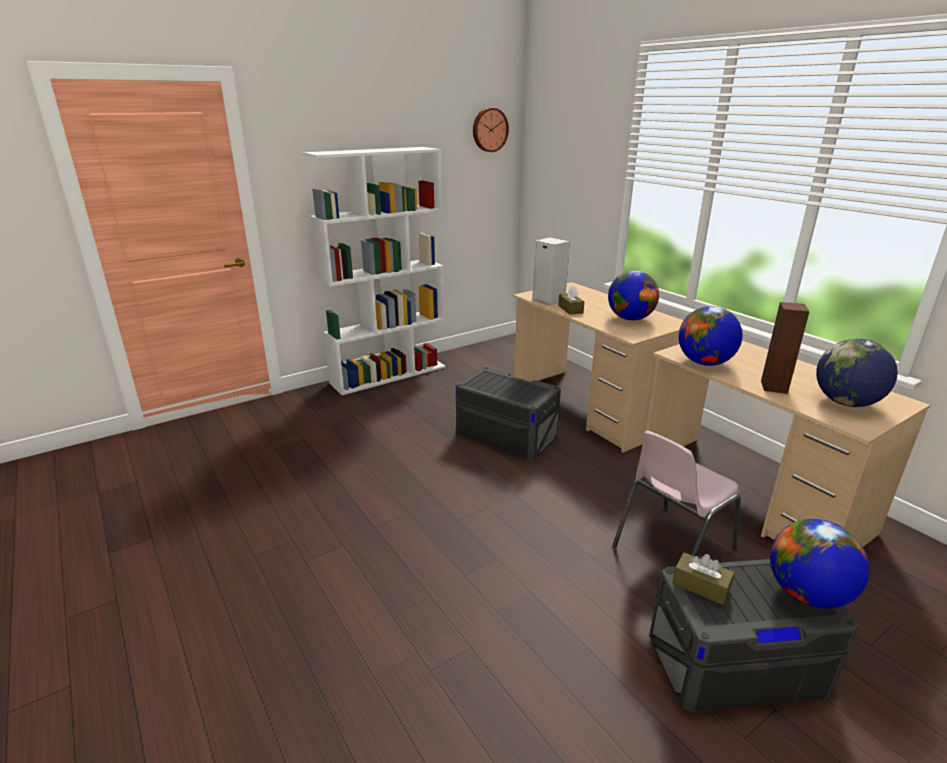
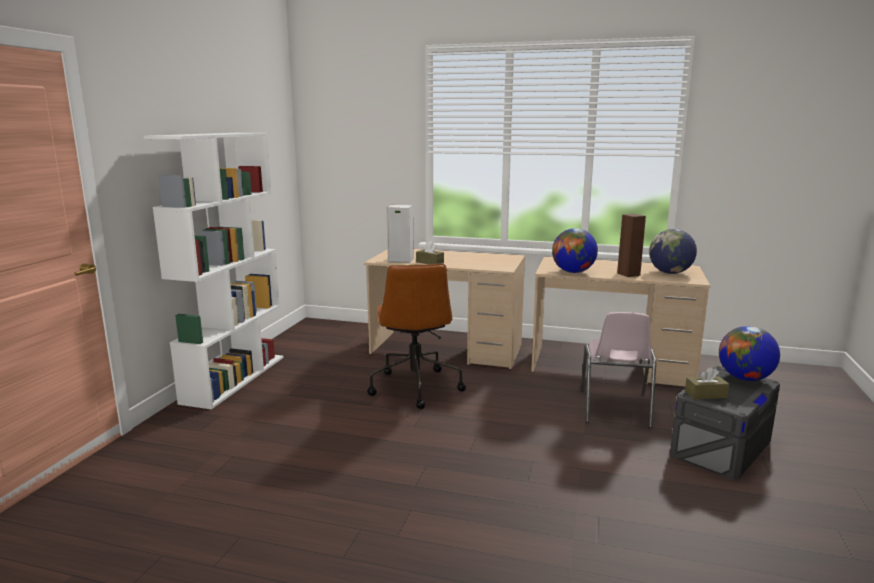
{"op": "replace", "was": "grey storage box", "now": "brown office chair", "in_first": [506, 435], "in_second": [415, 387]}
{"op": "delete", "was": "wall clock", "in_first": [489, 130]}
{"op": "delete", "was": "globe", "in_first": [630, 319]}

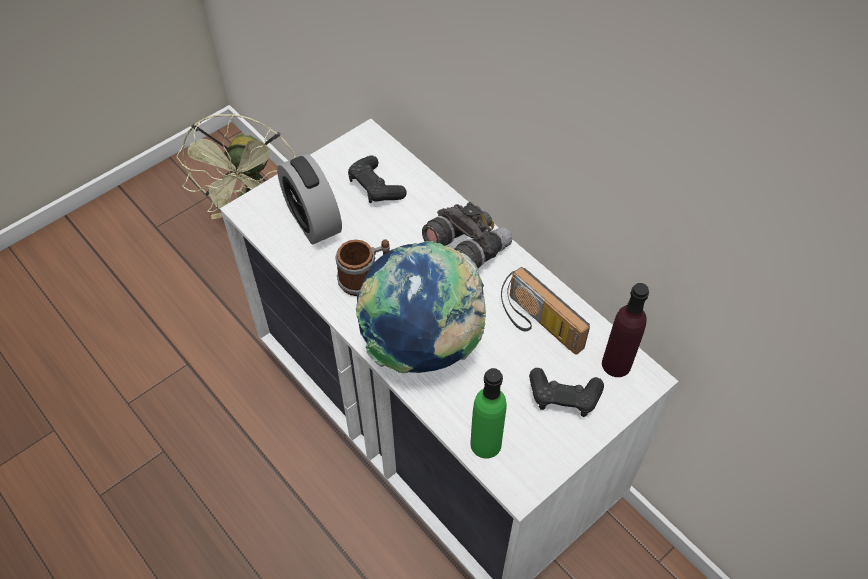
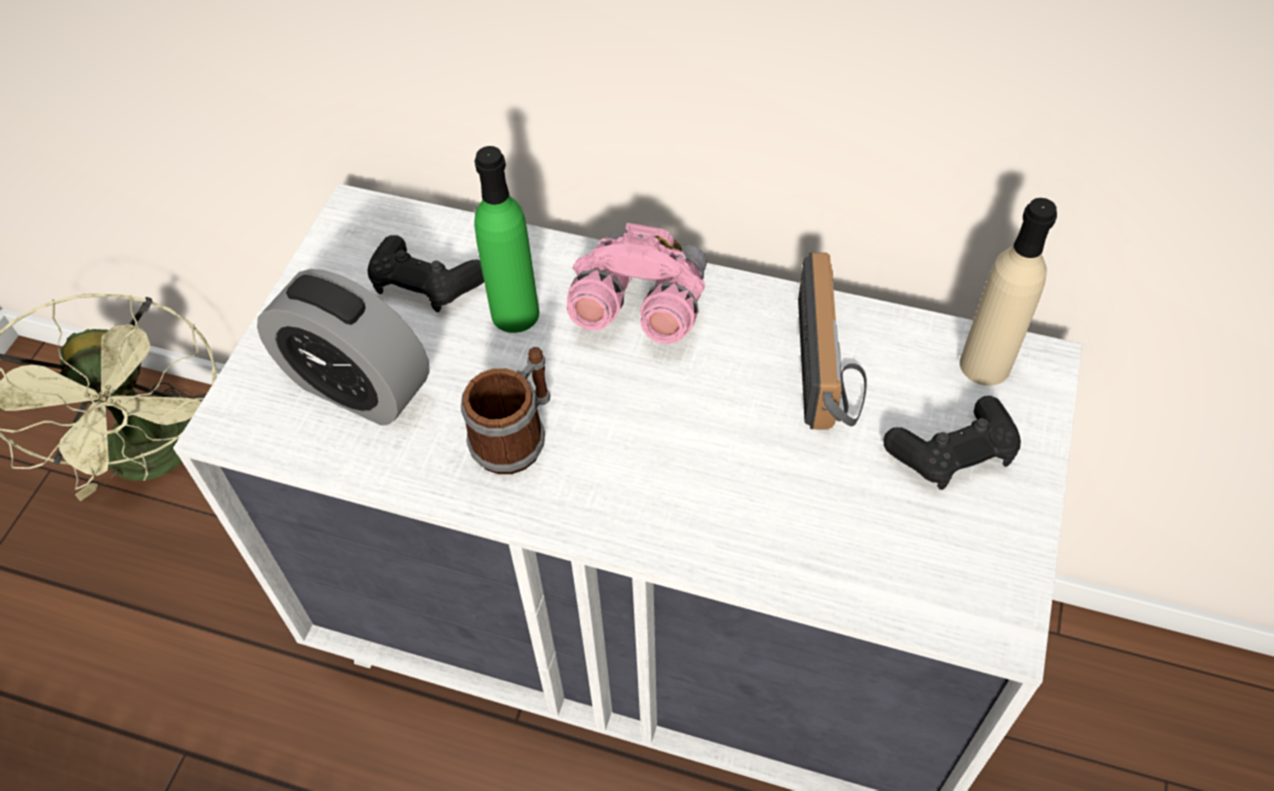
{"op": "move", "was": "green bottle", "in_first": [485, 444], "in_second": [515, 314]}
{"op": "recolor", "was": "grey binoculars", "now": "pink binoculars", "in_first": [465, 248], "in_second": [639, 308]}
{"op": "rotate", "was": "radio", "in_first": [537, 325], "in_second": [832, 367], "clockwise": -105}
{"op": "recolor", "was": "purple bottle", "now": "beige bottle", "in_first": [616, 364], "in_second": [985, 365]}
{"op": "delete", "was": "globe", "in_first": [422, 345]}

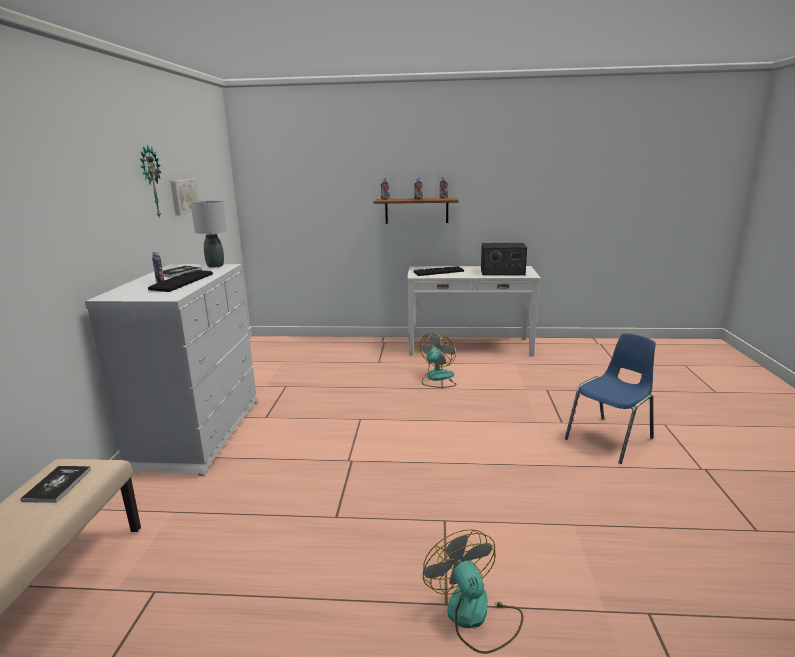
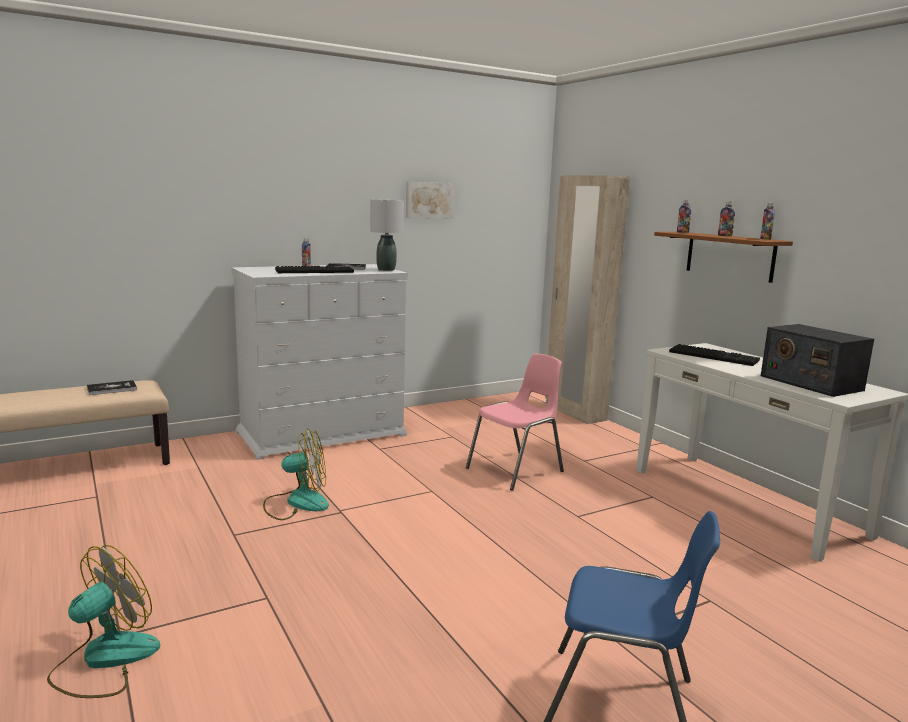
{"op": "move", "was": "fan", "in_first": [437, 378], "in_second": [297, 503]}
{"op": "insert", "now": "pink chair", "in_second": [517, 470]}
{"op": "insert", "now": "beige wardrobe", "in_second": [574, 413]}
{"op": "delete", "was": "wall clock", "in_first": [150, 182]}

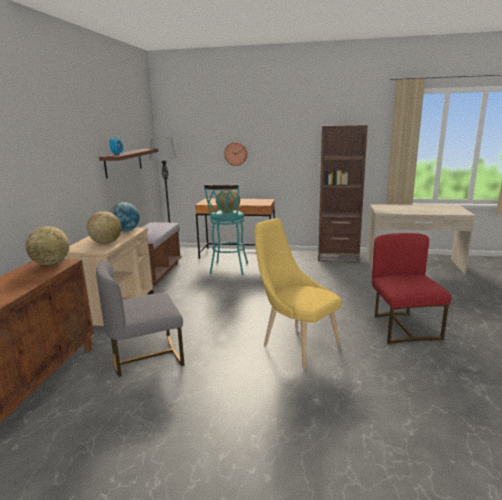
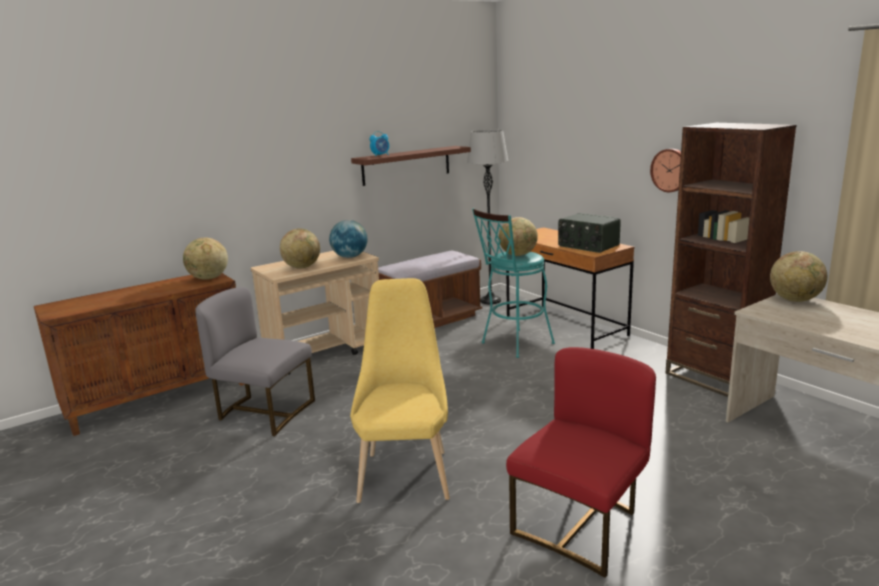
{"op": "insert", "now": "radio", "in_second": [587, 246]}
{"op": "move", "was": "wall clock", "in_first": [236, 153], "in_second": [671, 170]}
{"op": "insert", "now": "globe", "in_second": [795, 300]}

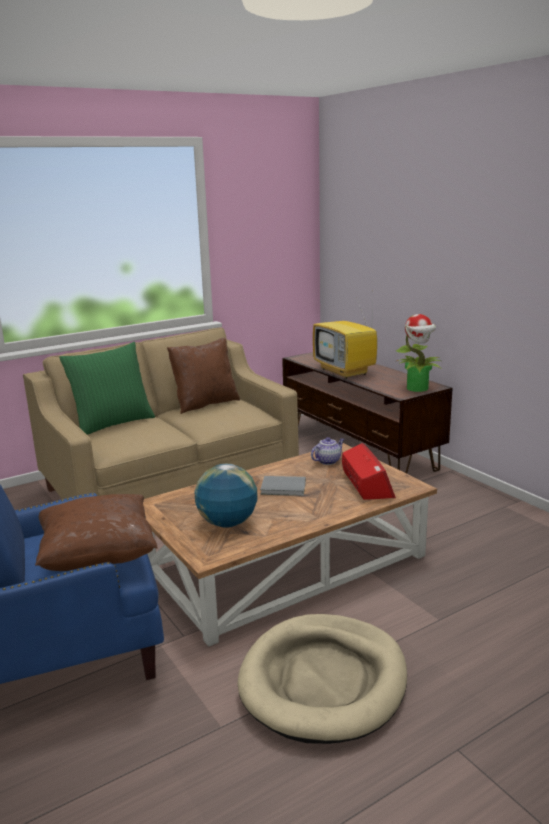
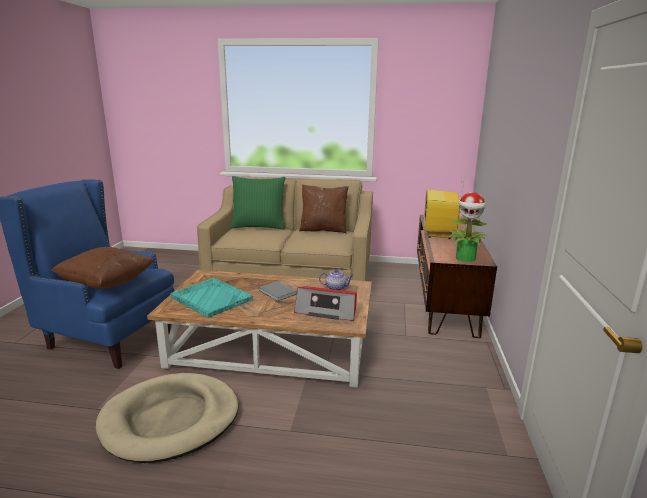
{"op": "replace", "was": "globe", "now": "turquoise tray", "in_first": [227, 523], "in_second": [211, 298]}
{"op": "rotate", "was": "radio", "in_first": [367, 484], "in_second": [327, 311], "clockwise": 75}

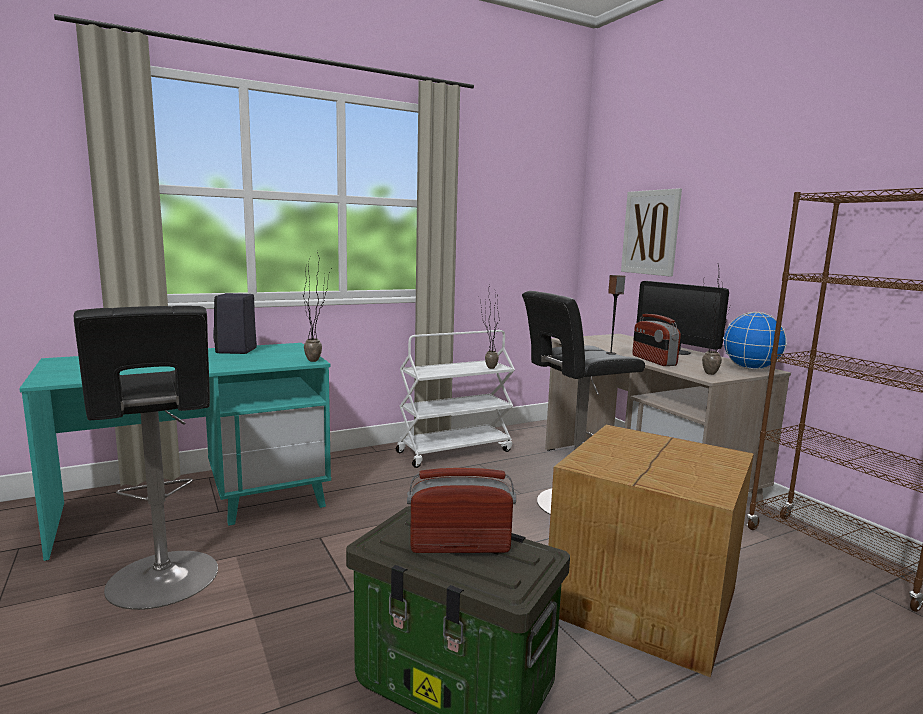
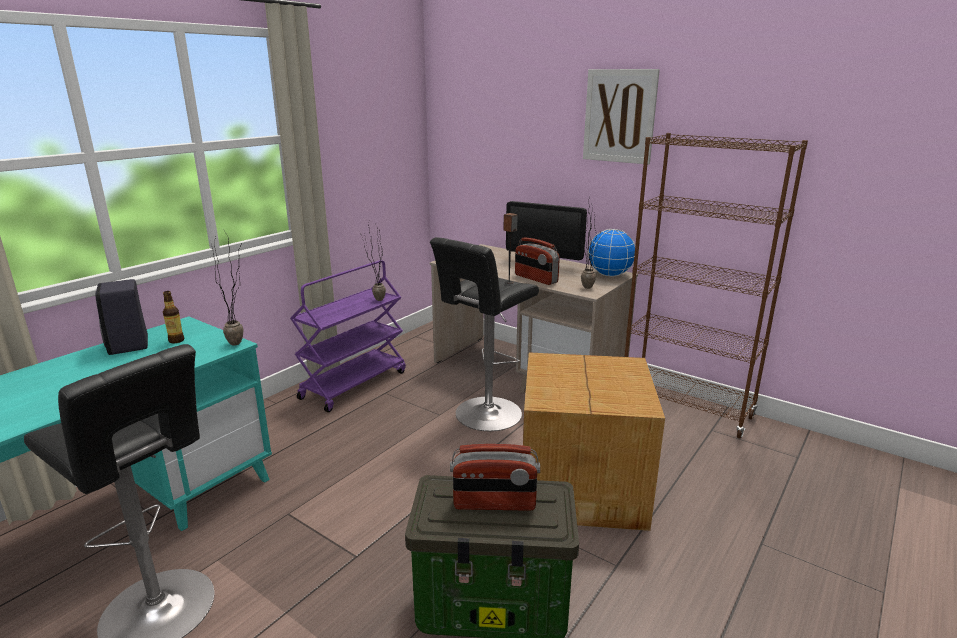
{"op": "insert", "now": "bottle", "in_second": [176, 340]}
{"op": "recolor", "was": "white cart", "now": "purple cart", "in_first": [455, 451], "in_second": [354, 384]}
{"op": "rotate", "was": "radio", "in_first": [460, 546], "in_second": [494, 504], "clockwise": -150}
{"op": "move", "was": "picture", "in_first": [650, 232], "in_second": [619, 116]}

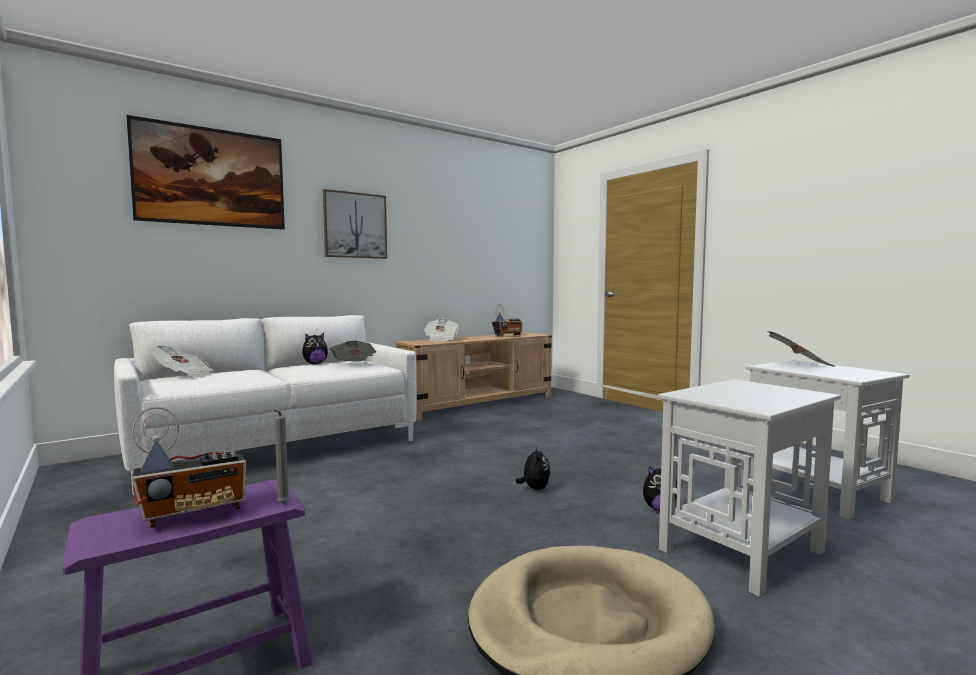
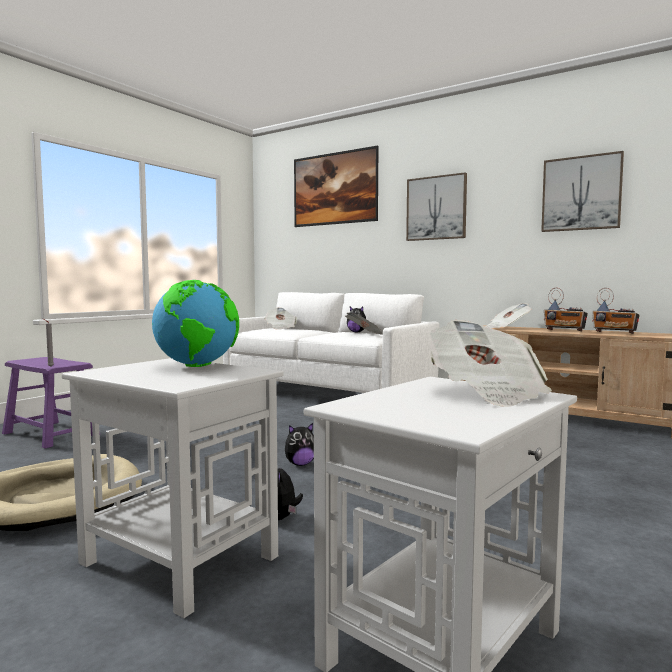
{"op": "insert", "now": "globe", "in_second": [197, 366]}
{"op": "insert", "now": "picture", "in_second": [581, 193]}
{"op": "move", "was": "radio", "in_first": [195, 514], "in_second": [564, 331]}

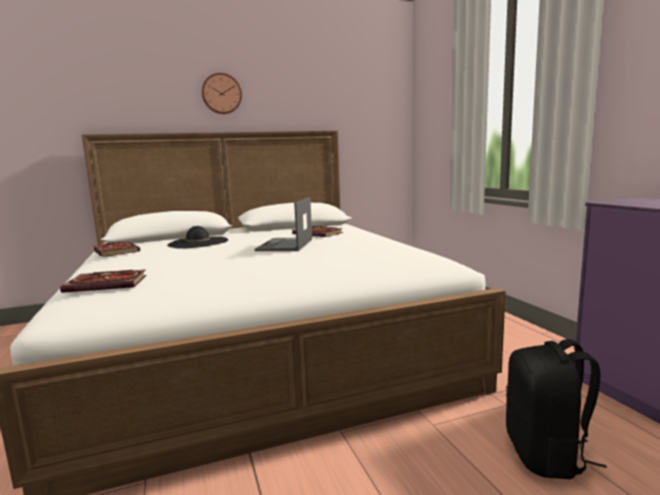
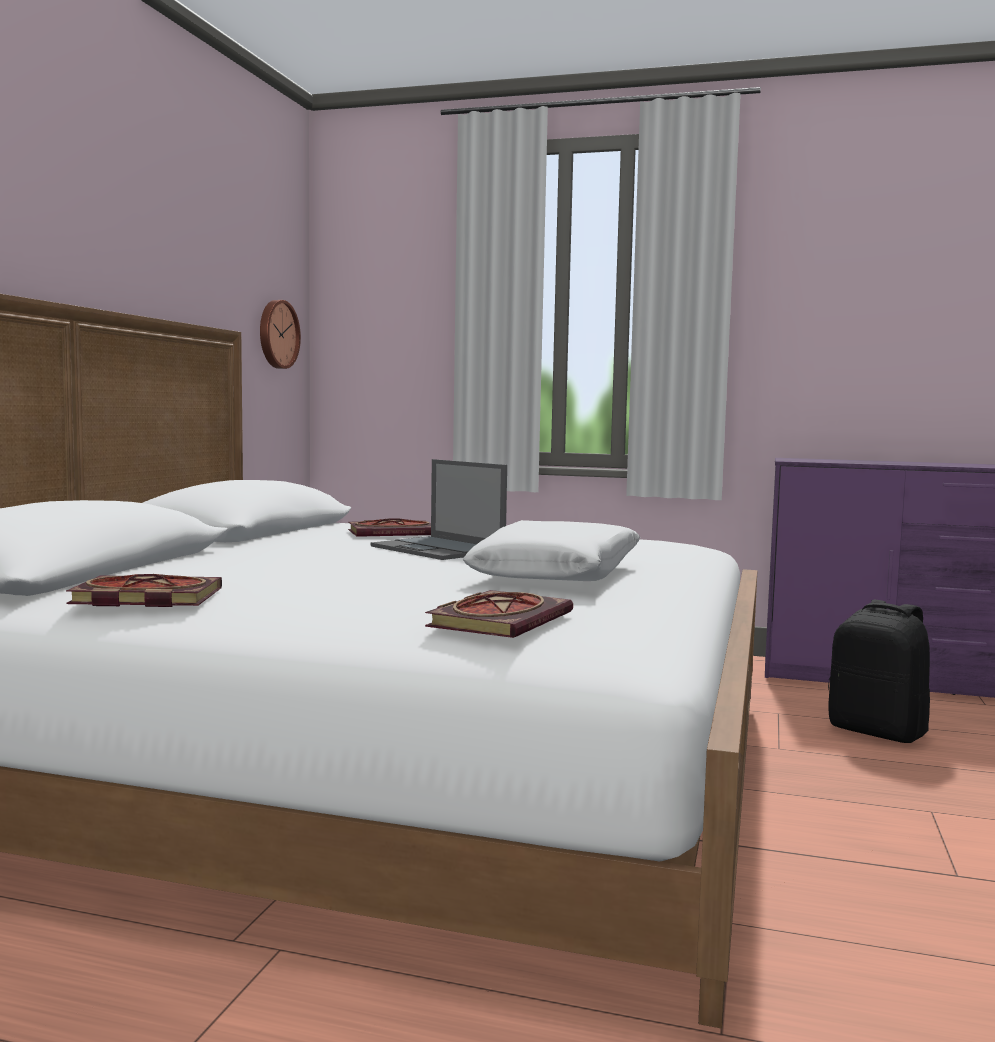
{"op": "move", "was": "wall clock", "in_first": [221, 94], "in_second": [277, 334]}
{"op": "insert", "now": "white pillow", "in_second": [558, 574]}
{"op": "delete", "was": "black hat", "in_first": [198, 242]}

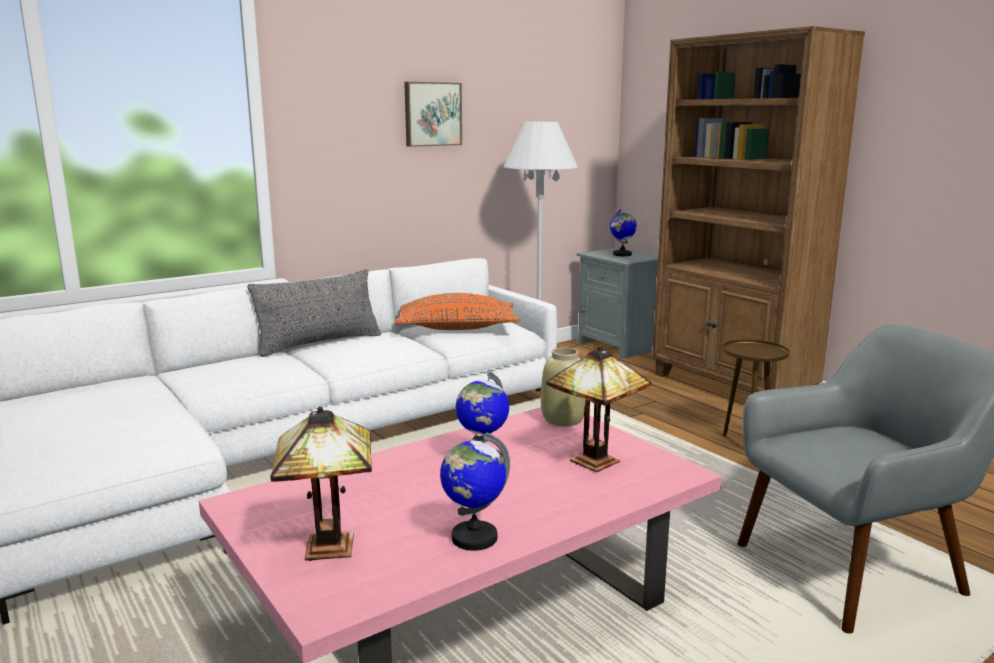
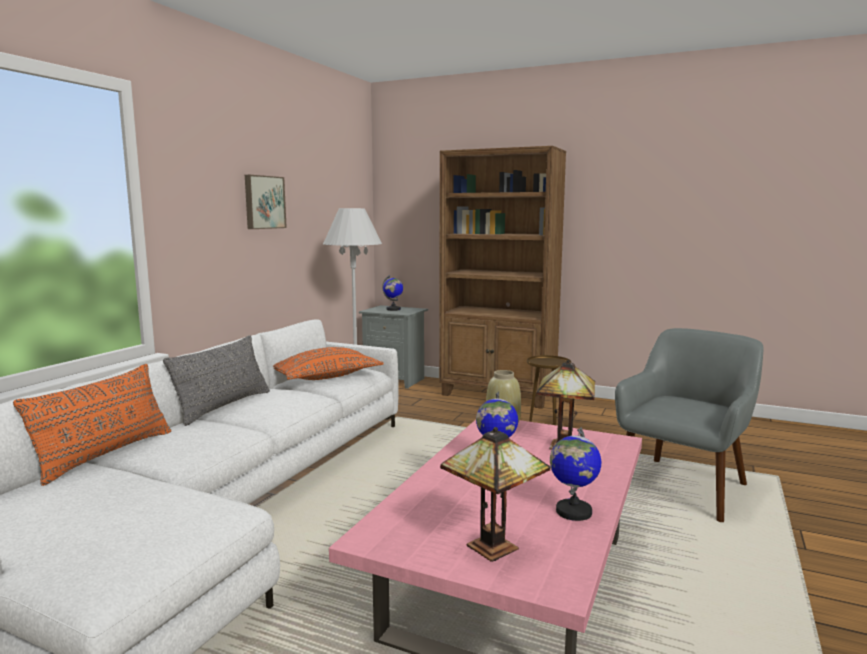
{"op": "insert", "now": "orange pillow", "in_second": [105, 455]}

